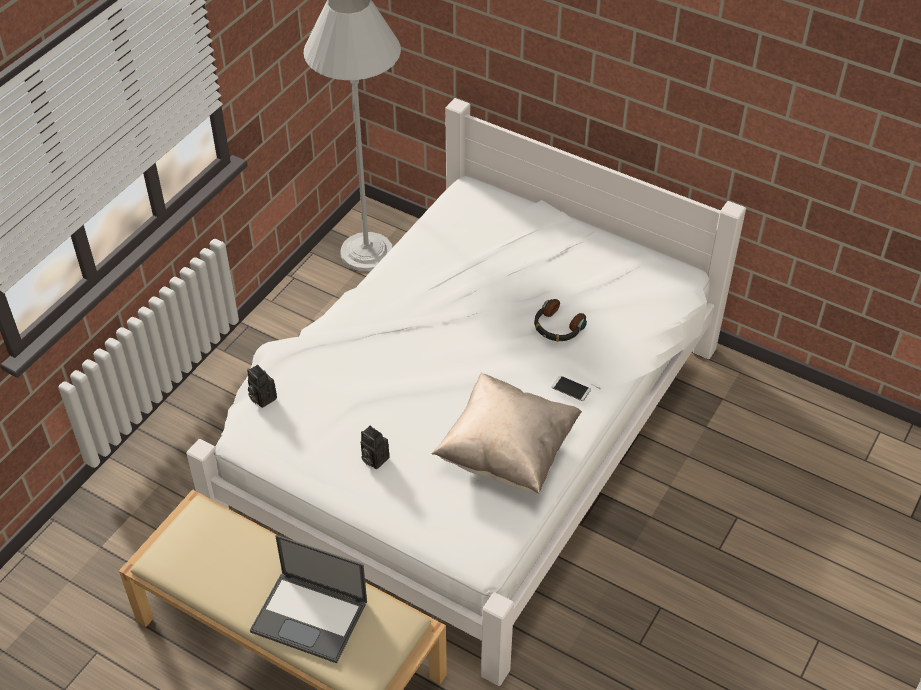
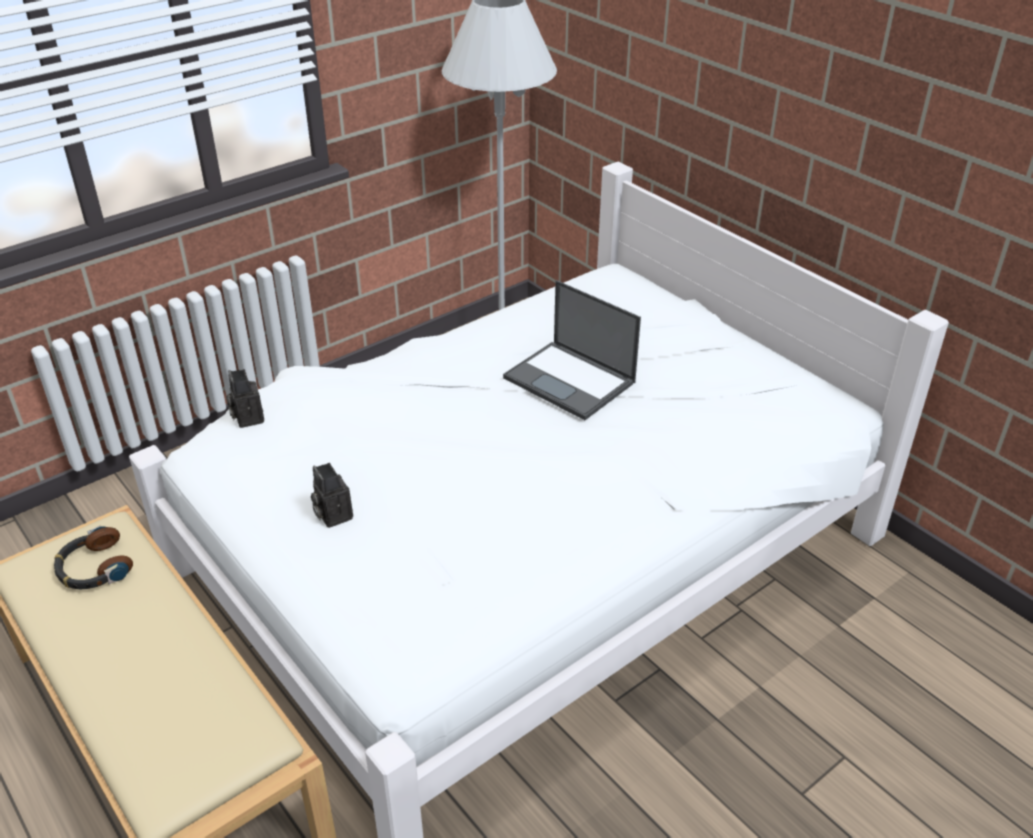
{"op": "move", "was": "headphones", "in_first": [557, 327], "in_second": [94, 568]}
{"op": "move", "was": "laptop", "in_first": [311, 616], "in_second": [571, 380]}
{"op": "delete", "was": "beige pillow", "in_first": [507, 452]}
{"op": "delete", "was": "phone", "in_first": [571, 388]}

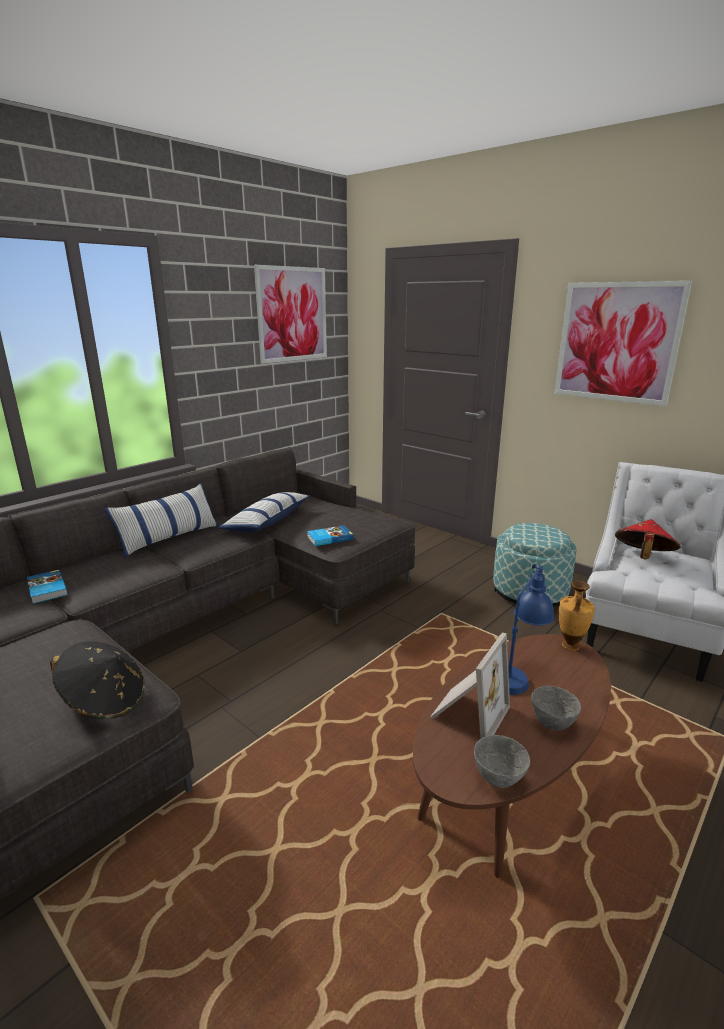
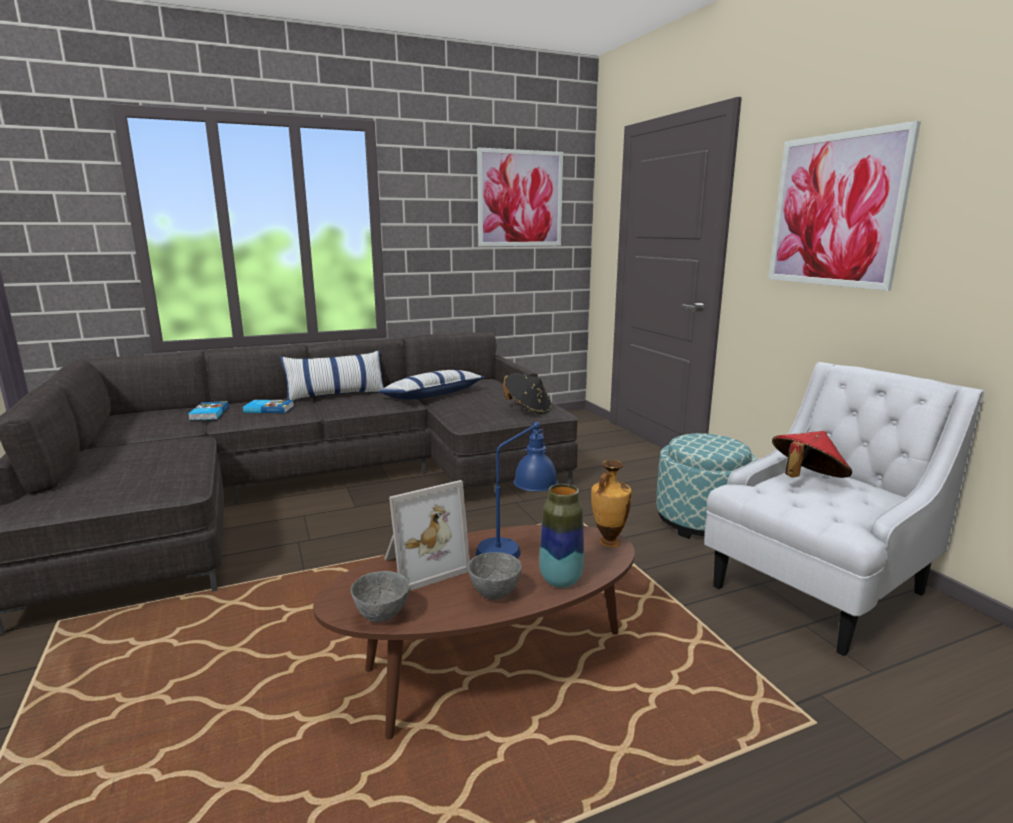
{"op": "move", "was": "book", "in_first": [329, 538], "in_second": [269, 409]}
{"op": "move", "was": "black hat", "in_first": [105, 701], "in_second": [528, 410]}
{"op": "insert", "now": "vase", "in_second": [560, 580]}

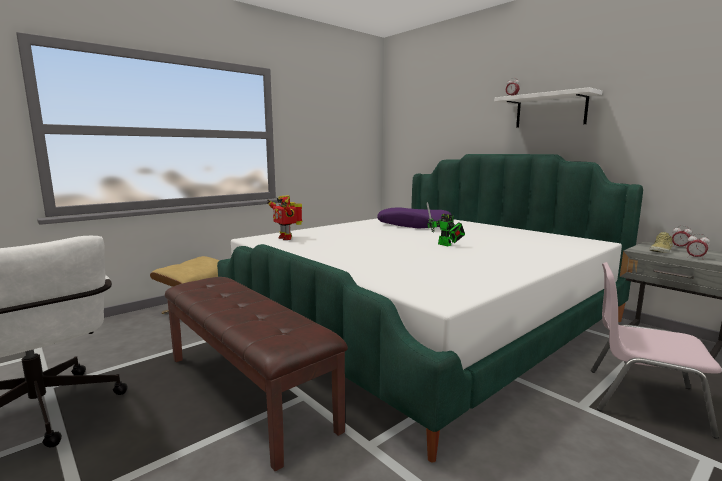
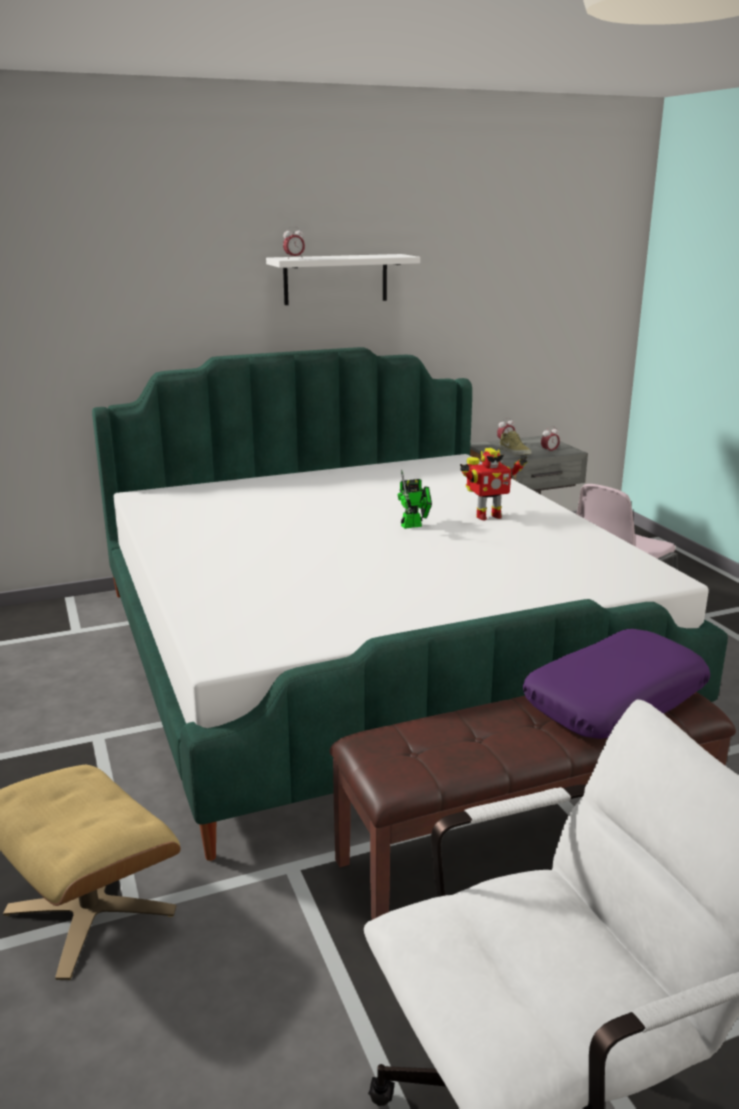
{"op": "move", "was": "toy robot", "in_first": [286, 238], "in_second": [487, 516]}
{"op": "move", "was": "purple pillow", "in_first": [414, 225], "in_second": [614, 699]}

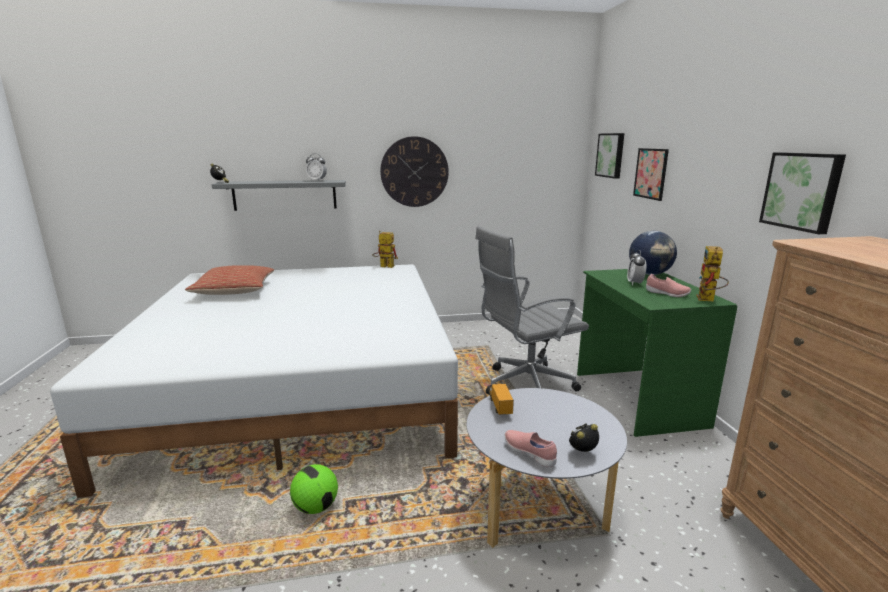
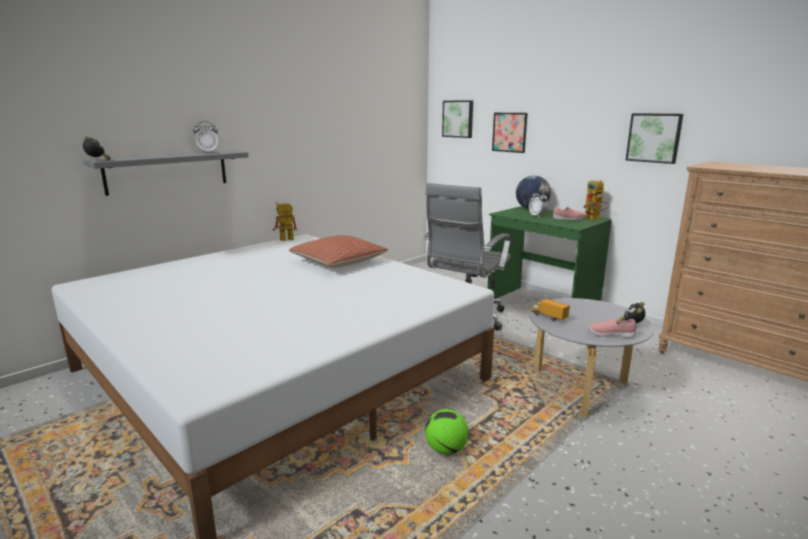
{"op": "move", "was": "pillow", "in_first": [235, 291], "in_second": [338, 262]}
{"op": "delete", "was": "wall clock", "in_first": [414, 172]}

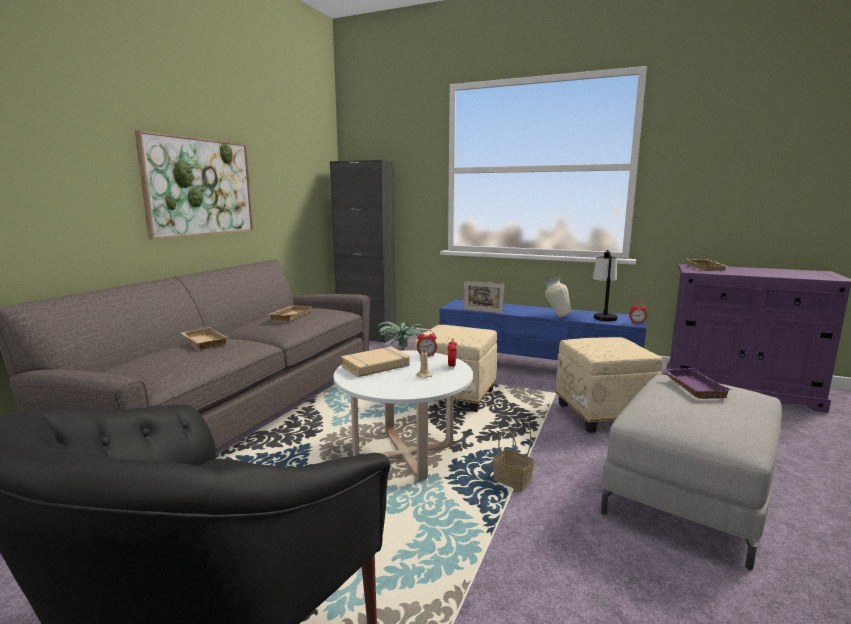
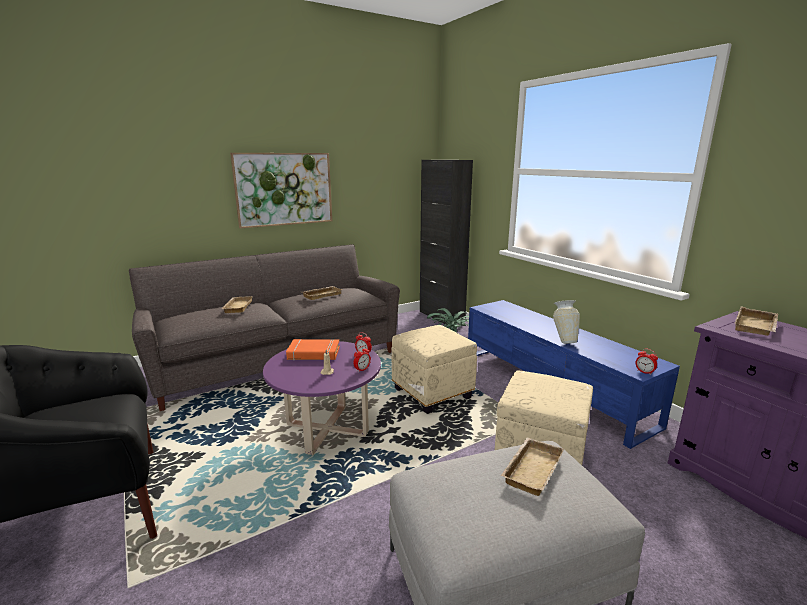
{"op": "recolor", "was": "white coffee table", "now": "purple coffee table", "in_first": [404, 454], "in_second": [327, 429]}
{"op": "recolor", "was": "beige book", "now": "orange book", "in_first": [376, 366], "in_second": [313, 353]}
{"op": "recolor", "was": "purple tray", "now": "beige tray", "in_first": [692, 387], "in_second": [531, 468]}
{"op": "delete", "was": "picture frame", "in_first": [483, 311]}
{"op": "delete", "was": "basket", "in_first": [514, 481]}
{"op": "delete", "was": "table lamp", "in_first": [603, 316]}

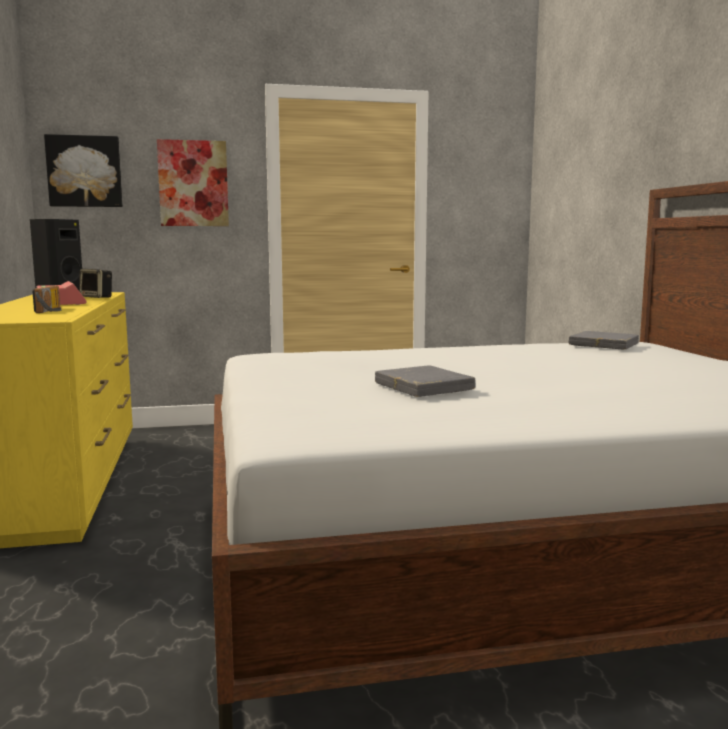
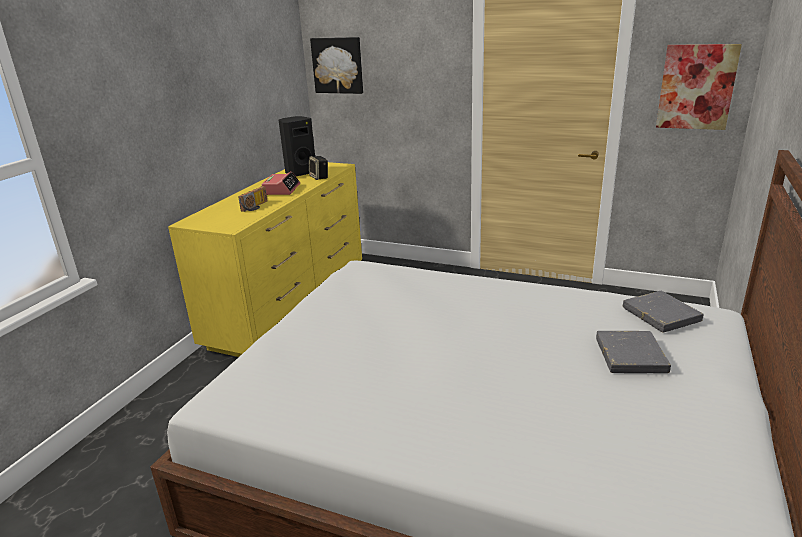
{"op": "move", "was": "grey book", "in_first": [423, 387], "in_second": [630, 356]}
{"op": "move", "was": "picture", "in_first": [193, 183], "in_second": [696, 87]}

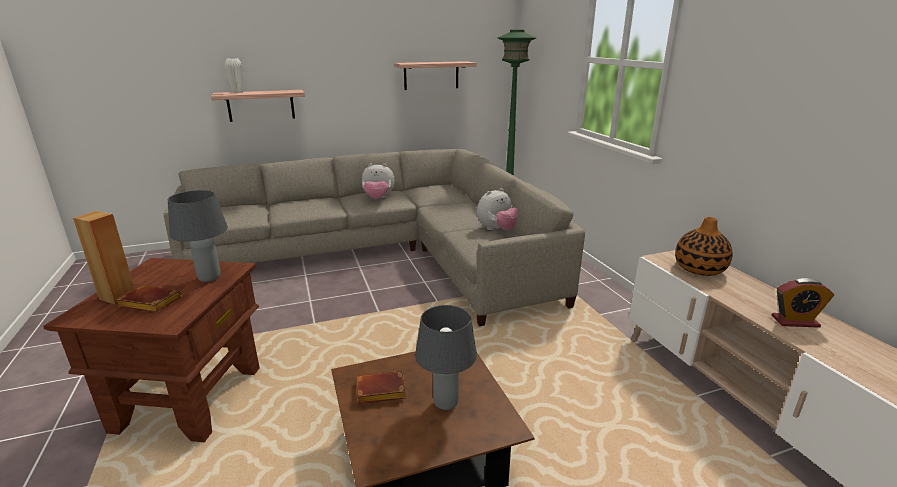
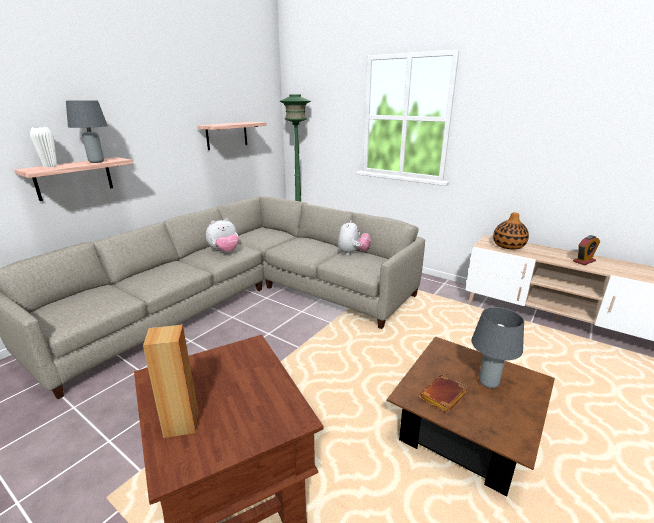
{"op": "move", "was": "grey table lamp", "in_first": [210, 278], "in_second": [97, 162]}
{"op": "delete", "was": "brown book", "in_first": [148, 303]}

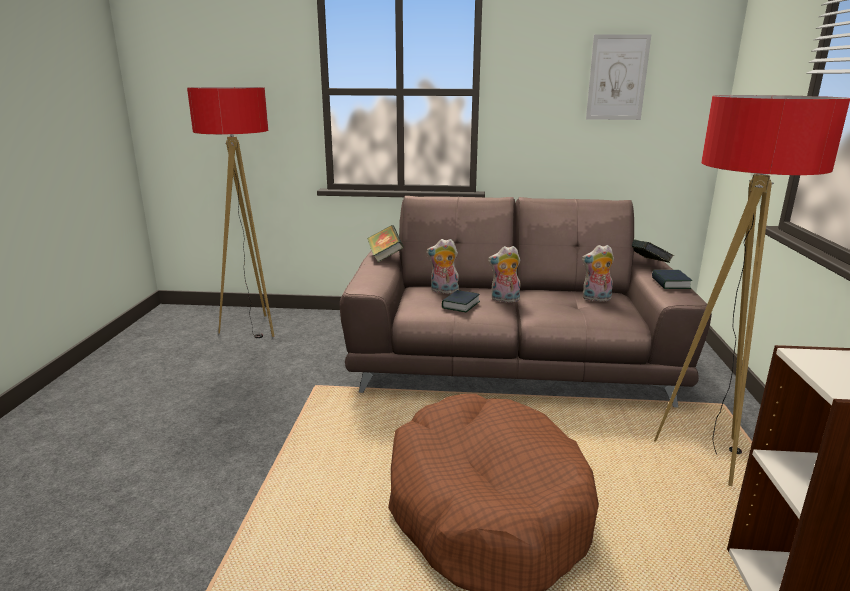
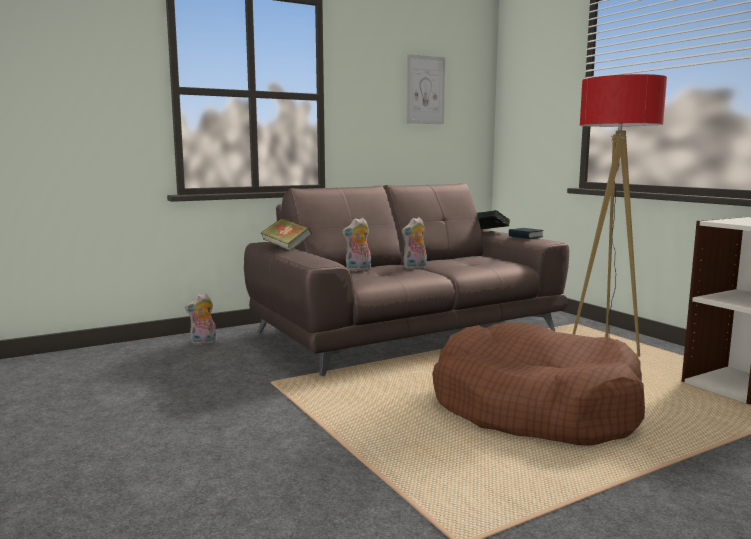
{"op": "move", "was": "plush toy", "in_first": [596, 299], "in_second": [203, 342]}
{"op": "delete", "was": "floor lamp", "in_first": [252, 328]}
{"op": "delete", "was": "book", "in_first": [460, 305]}

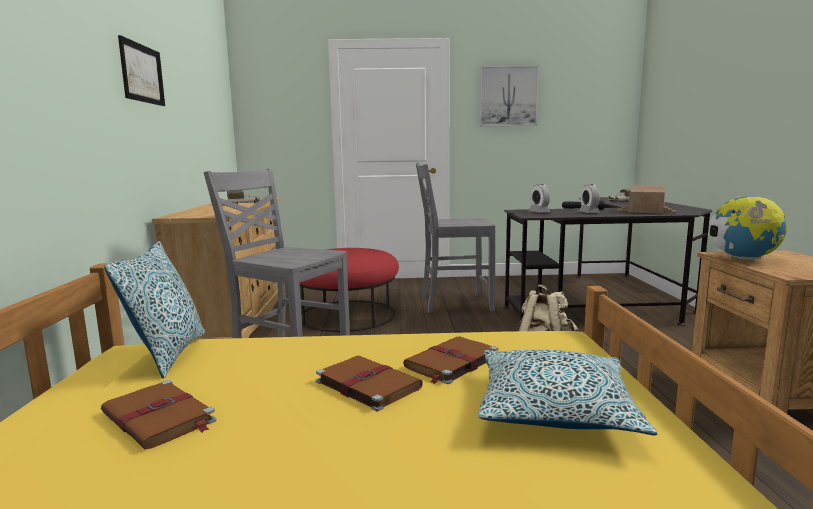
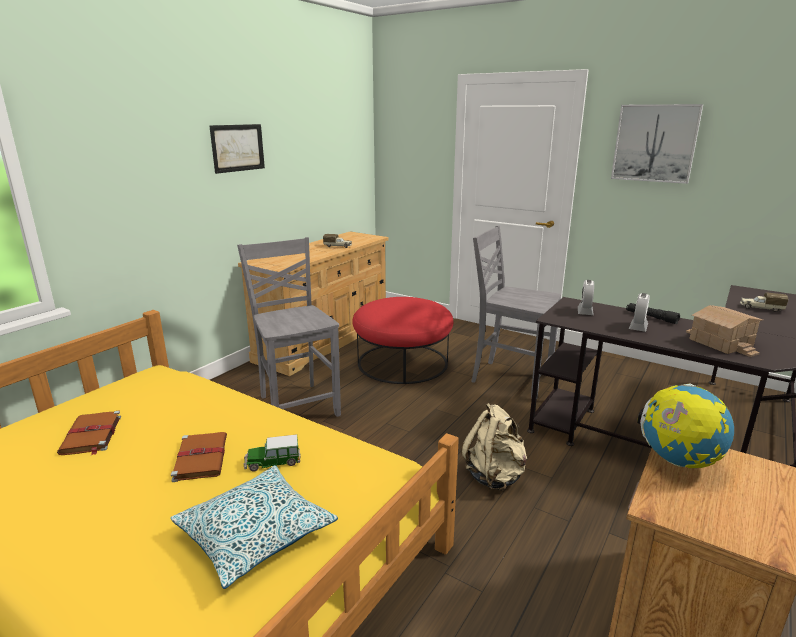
{"op": "replace", "was": "brown book", "now": "toy car", "in_first": [451, 363], "in_second": [272, 462]}
{"op": "delete", "was": "pillow", "in_first": [168, 354]}

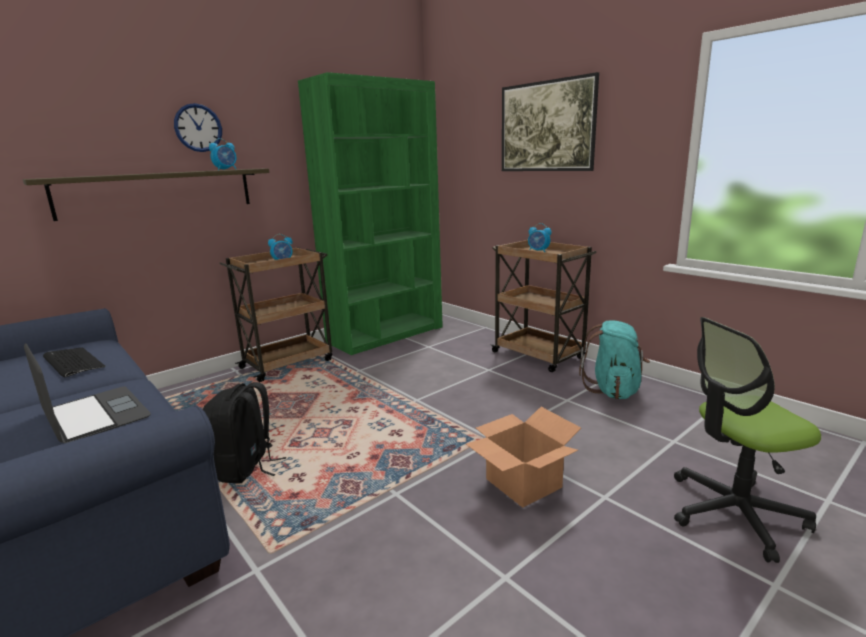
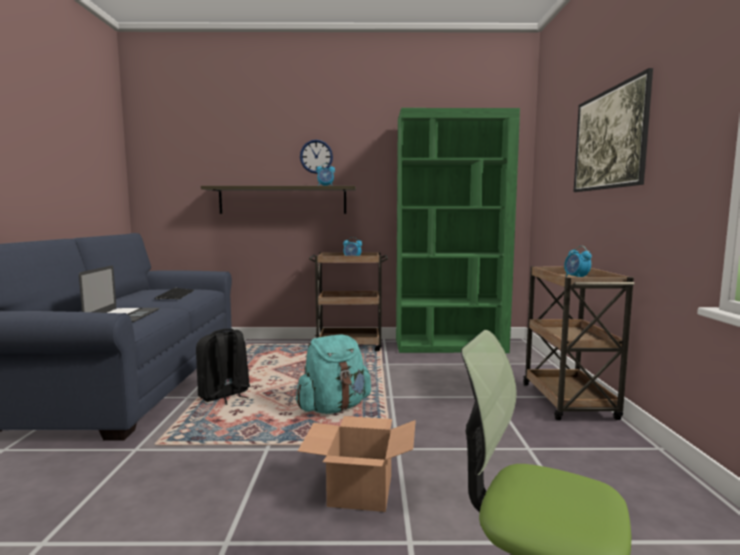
{"op": "move", "was": "turquoise backpack", "in_first": [613, 390], "in_second": [334, 408]}

